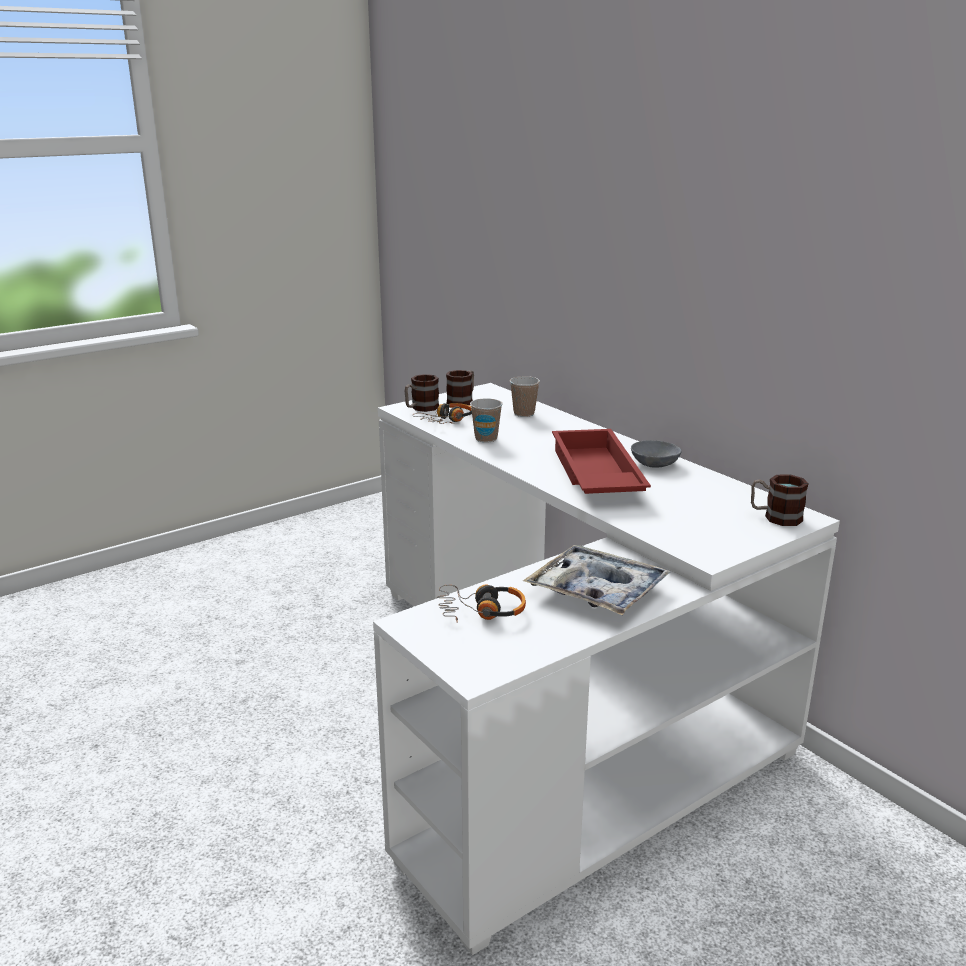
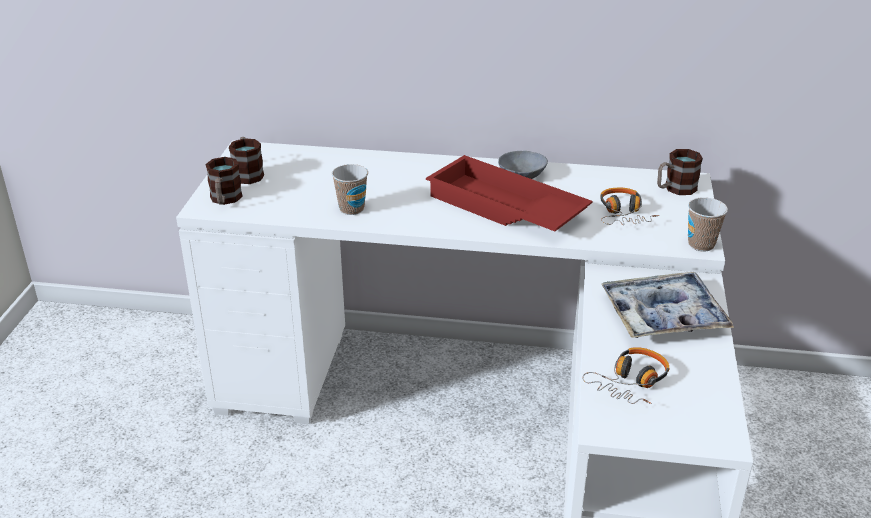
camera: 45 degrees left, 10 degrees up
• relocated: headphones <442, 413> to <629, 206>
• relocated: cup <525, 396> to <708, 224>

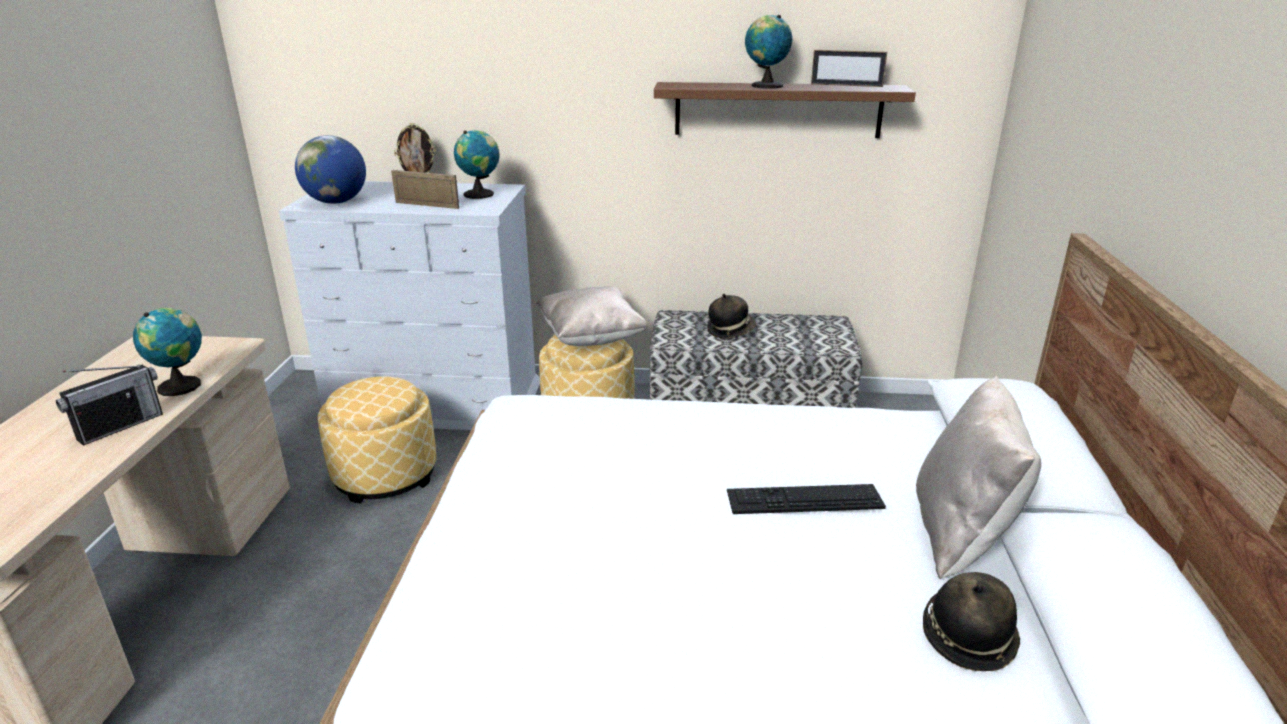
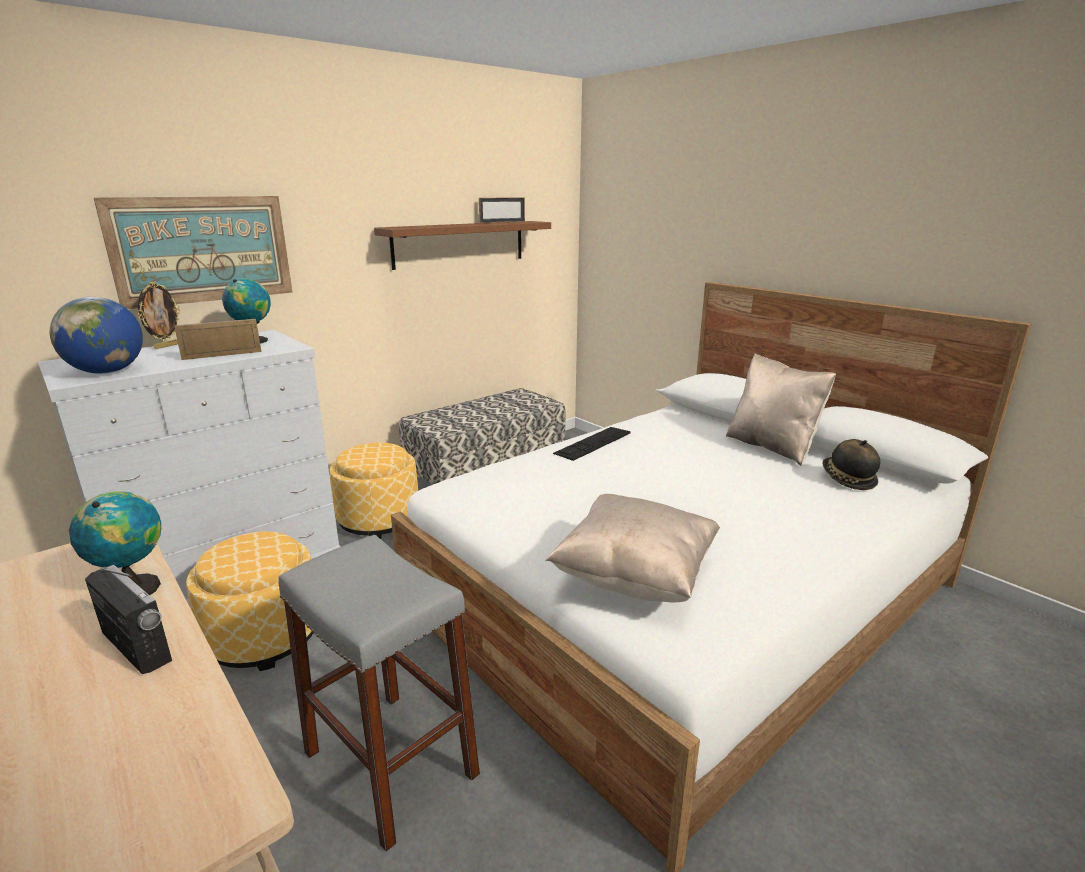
camera: 45 degrees left, 5 degrees down
• spun: radio <109, 405> = <128, 619> 45 degrees counterclockwise
• appeared: picture <193, 252>
• appeared: stool/grey <379, 693>
• relocated: pillow/beige <592, 316> to <633, 548>
• relocated: keyboard <806, 499> to <592, 444>
• missing: hat <731, 316>
• missing: globe <769, 52>

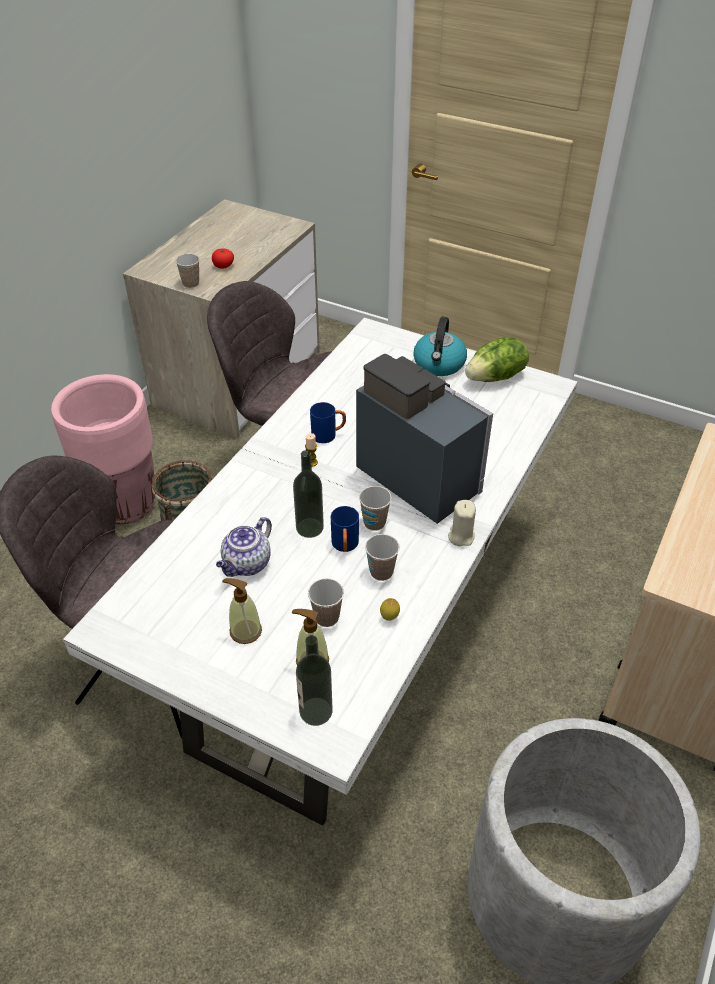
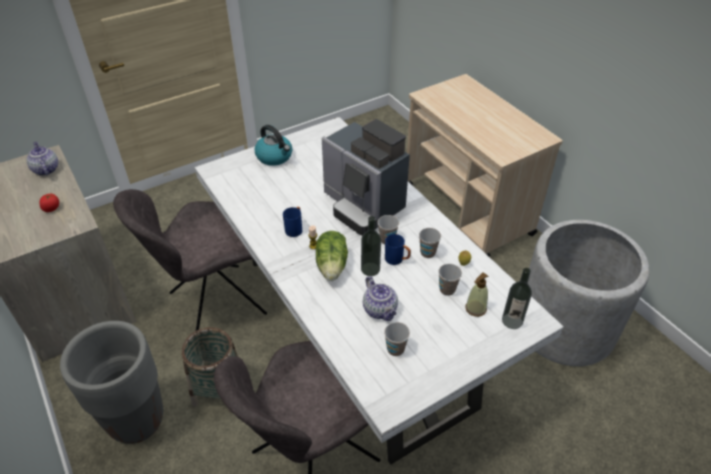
camera: 60 degrees left, 0 degrees up
• appeared: teapot <42, 159>
• colour: planter/pink <103, 449> to planter/grey <111, 382>
• relocated: lettuce <497, 359> to <332, 256>
• spun: coffee machine <424, 439> = <366, 177> 120 degrees counterclockwise
• relocated: cup <188, 271> to <397, 339>
• missing: soap dispenser <242, 611>
• missing: candle/beige <462, 523>

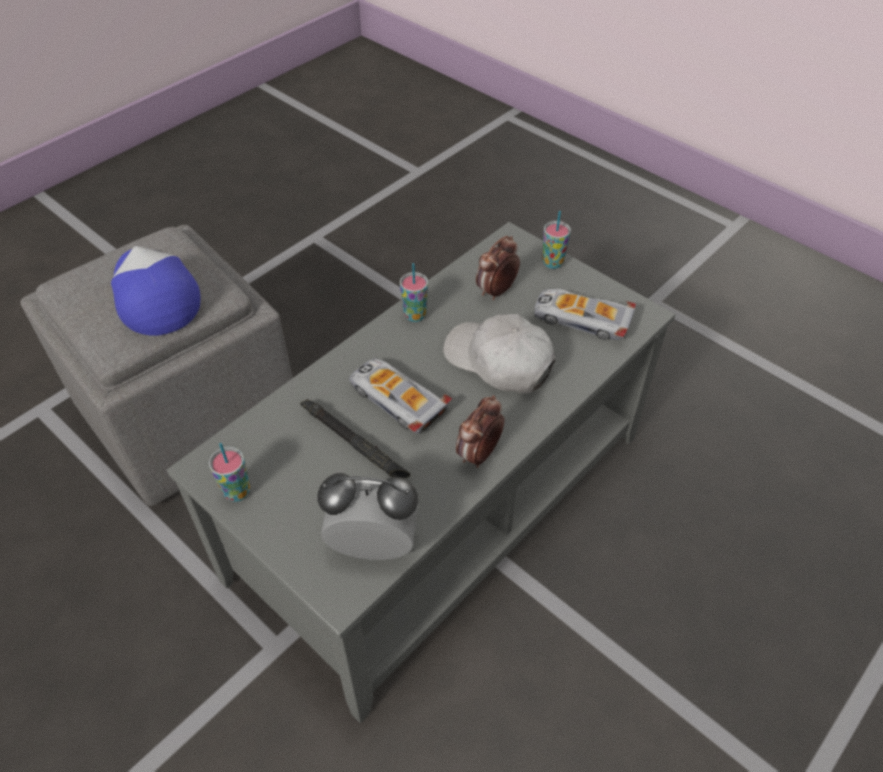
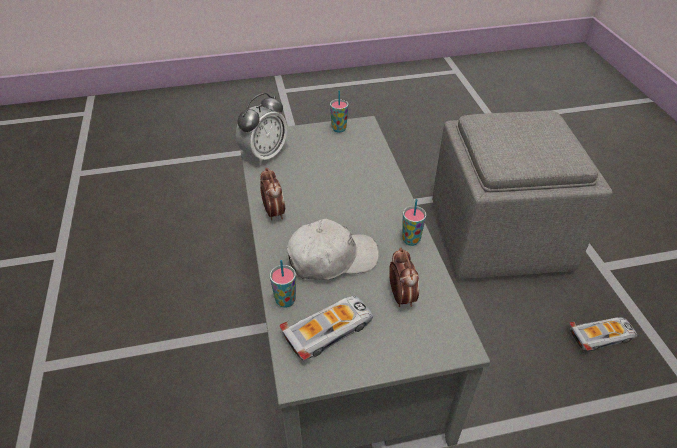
camera: 125 degrees right, 5 degrees down
• relocated: cup <556, 240> to <283, 284>
• relocated: toy car <400, 396> to <603, 334>
• missing: cap <156, 291>
• missing: flashlight/black <355, 438>

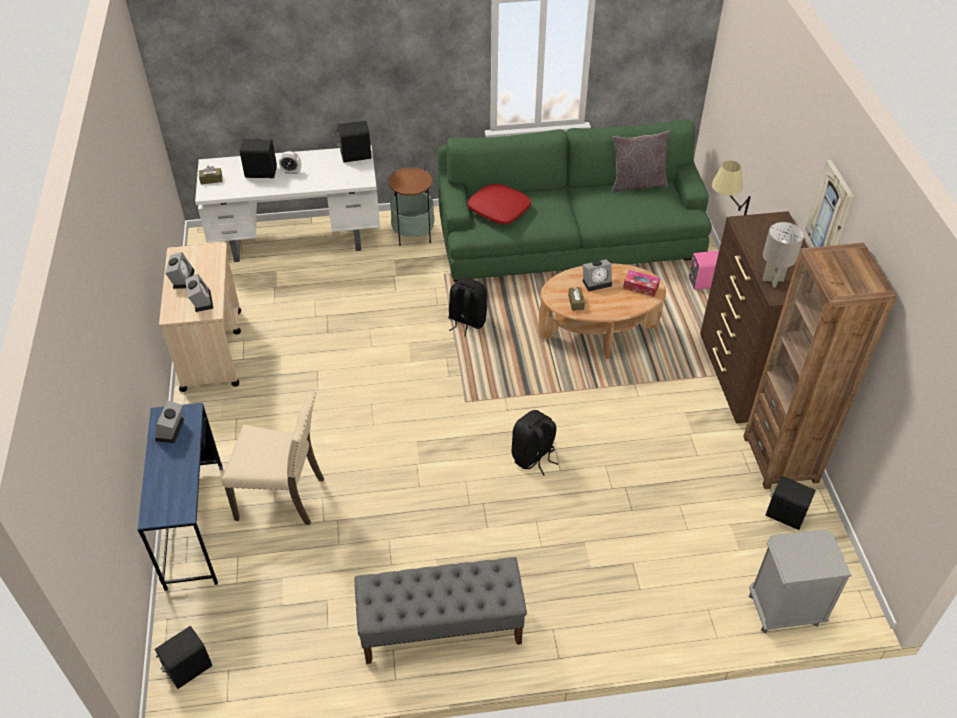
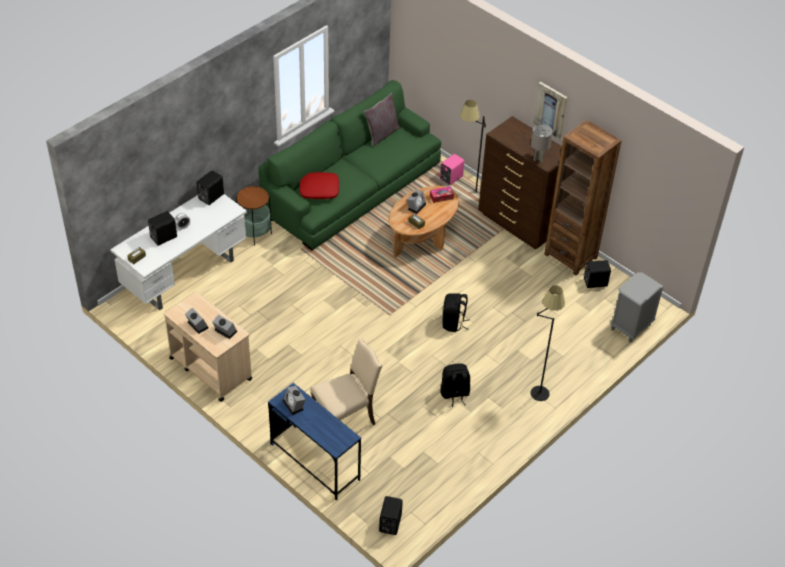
camera: 40 degrees left, 0 degrees up
• relocated: backpack/black <467, 307> to <455, 385>
• appeared: floor lamp/black <547, 343>
• missing: bench/grey <440, 610>

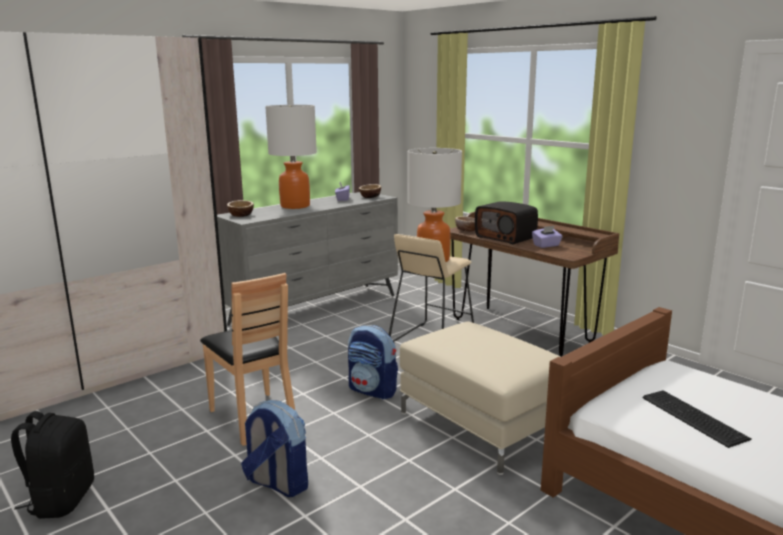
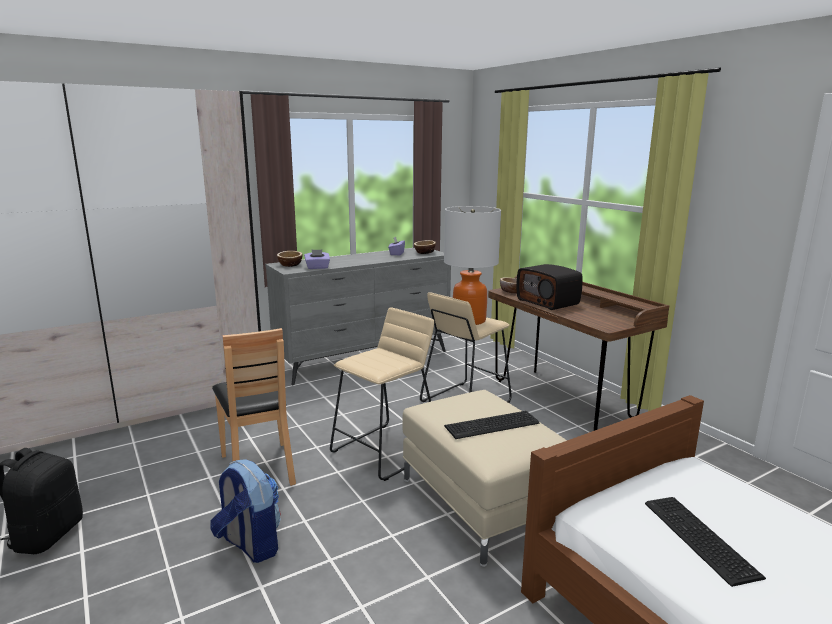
camera: 10 degrees right, 0 degrees up
• relocated: tissue box/purple <547, 237> to <317, 259>
• exchanged: backpack <373, 362> to stool/beige <382, 394>
• appeared: keyboard <491, 425>
• missing: table lamp <291, 157>

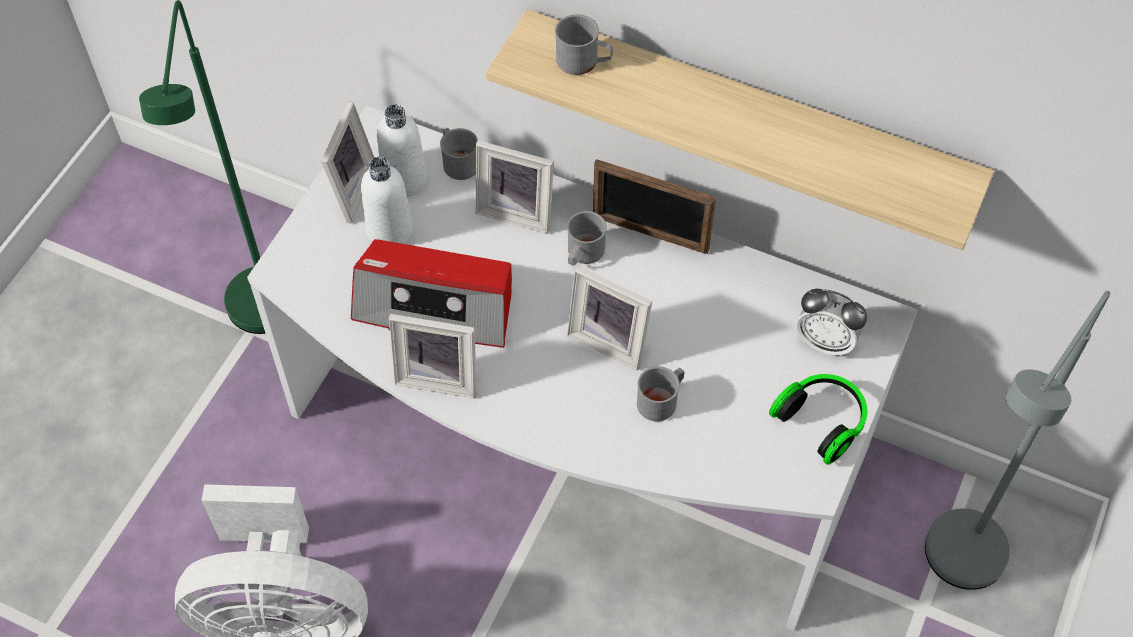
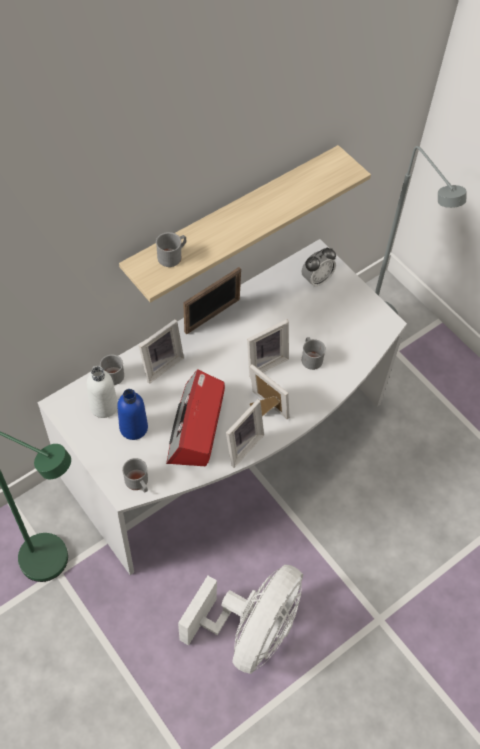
camera: 65 degrees left, 0 degrees up
• colour: bottle/white <387, 200> to bottle/blue <132, 414>
• relocated: mug/grey <587, 238> to <135, 475>
• spun: radio <431, 293> = <195, 417> 150 degrees clockwise
• relocated: picture frame <348, 162> to <269, 392>
• missing: headphones <818, 419>

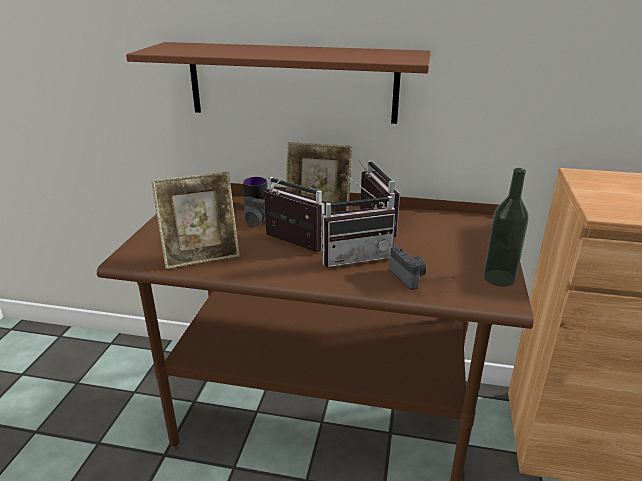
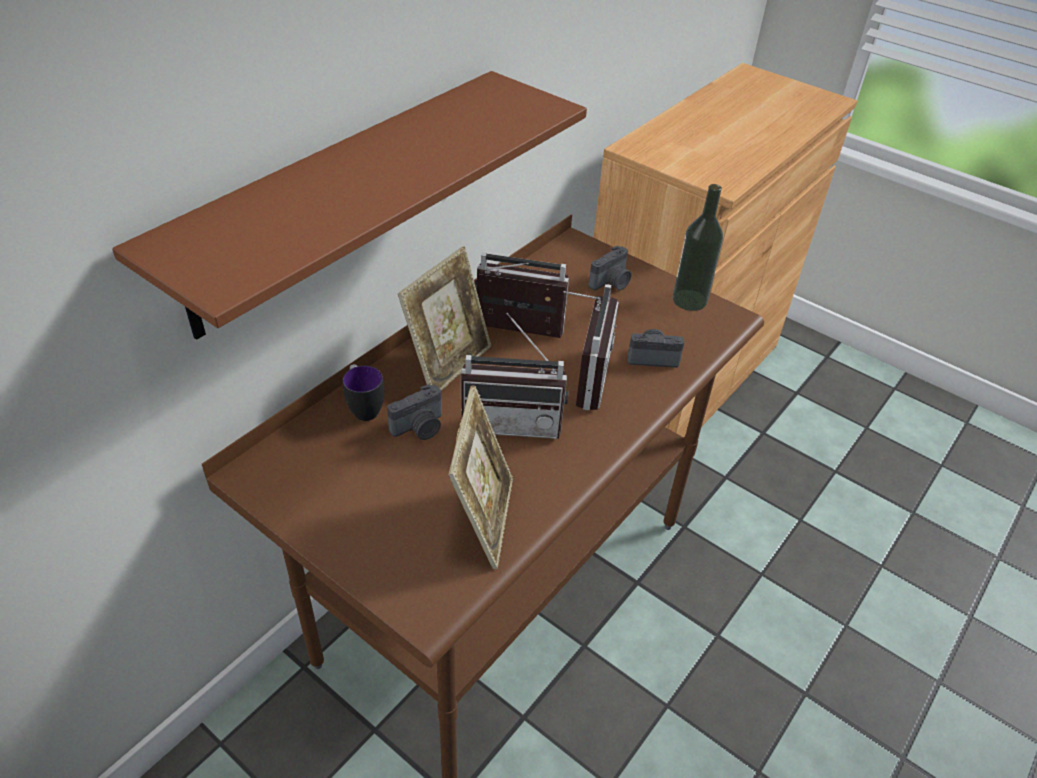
camera: 65 degrees left, 15 degrees up
• spun: radio <295, 214> = <514, 376> 150 degrees counterclockwise
• appeared: photo camera <609, 268>

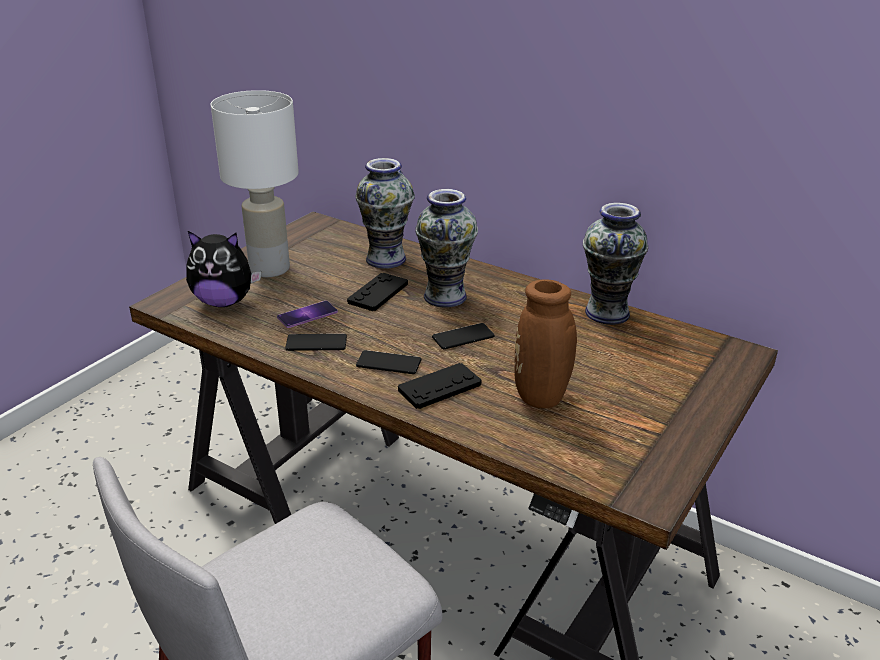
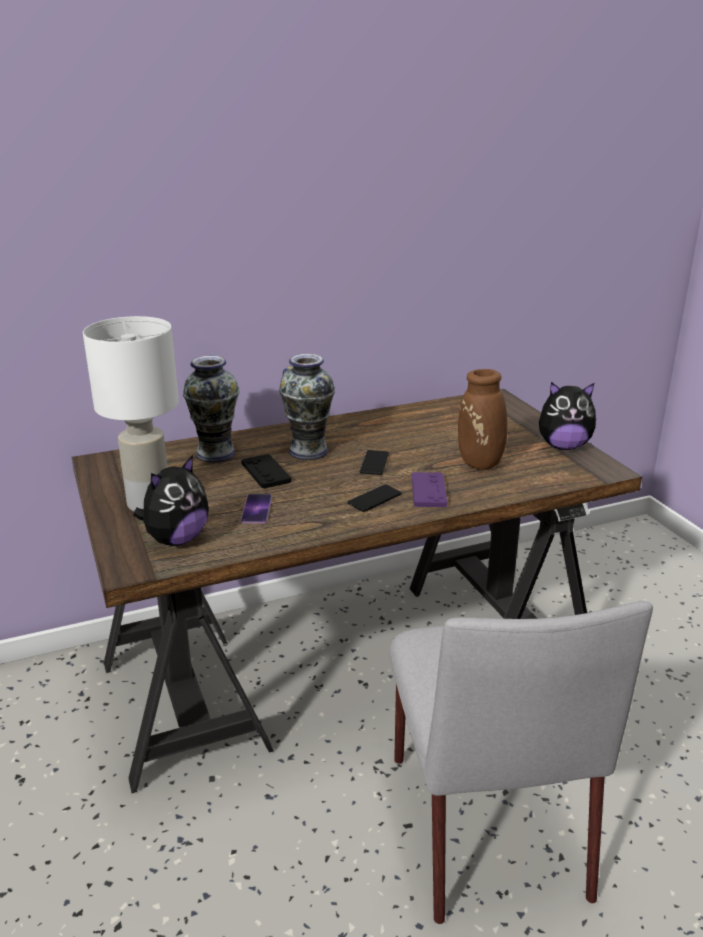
camera: 55 degrees left, 5 degrees down
• colour: game controller/black <439, 386> to game controller/purple <429, 489>
• appeared: plush toy <568, 416>
• missing: phone <316, 342>
• missing: vase <615, 264>

